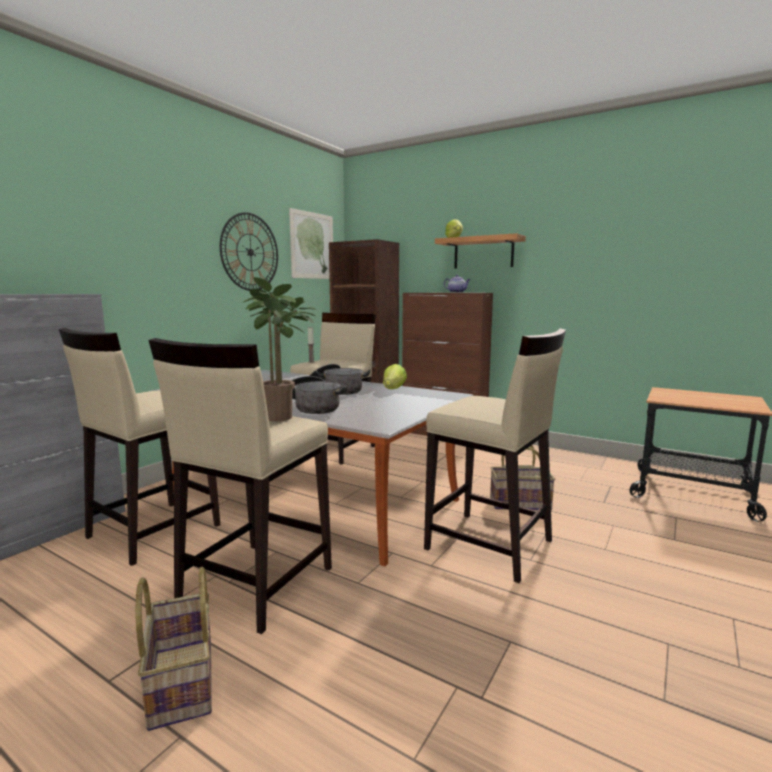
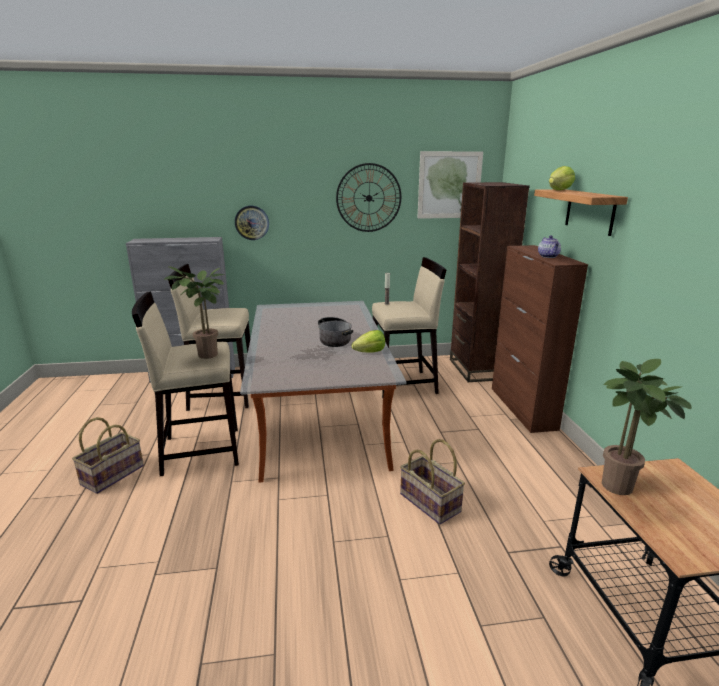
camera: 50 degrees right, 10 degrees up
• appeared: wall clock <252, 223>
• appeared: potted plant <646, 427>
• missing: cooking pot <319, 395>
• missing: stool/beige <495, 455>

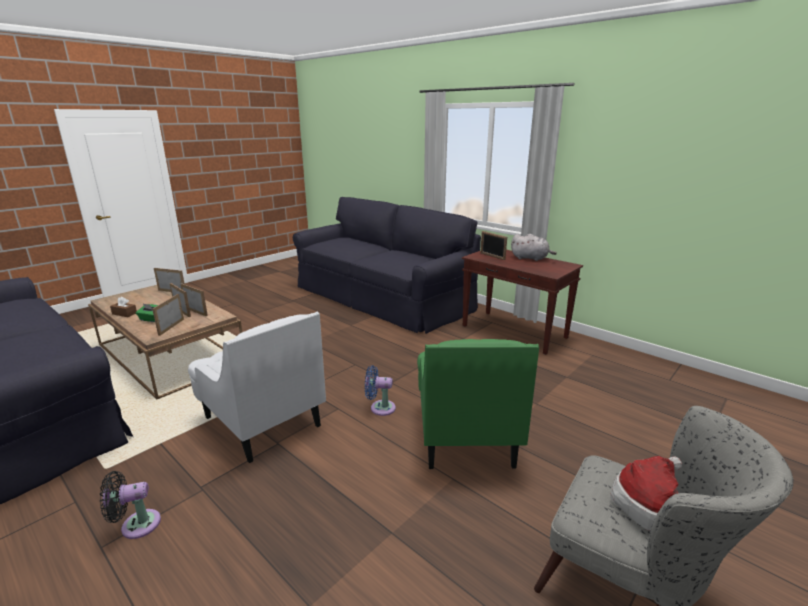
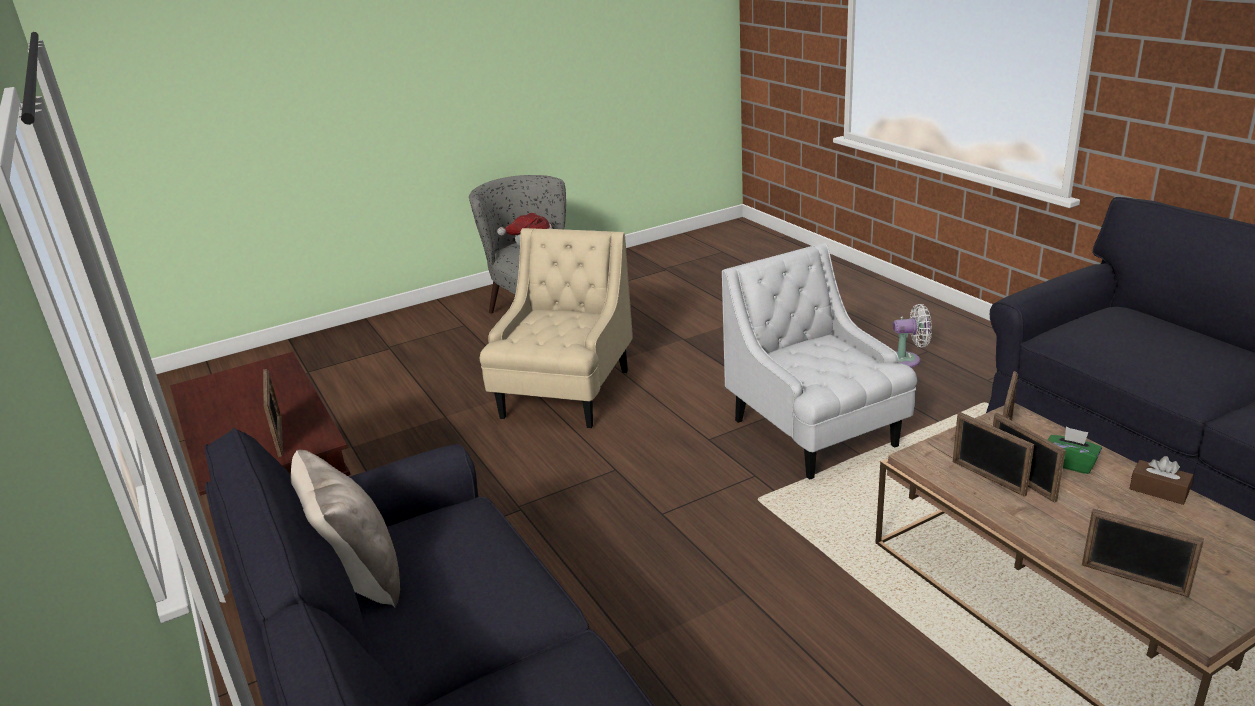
camera: 160 degrees left, 5 degrees up
• appeared: pillow/beige <345, 529>
• colour: armchair/green <478, 404> to armchair/beige <556, 328>
• colour: fan/black <130, 505> to fan/white <912, 336>
• missing: fan/blue <380, 390>
• missing: plush toy/grey <534, 247>

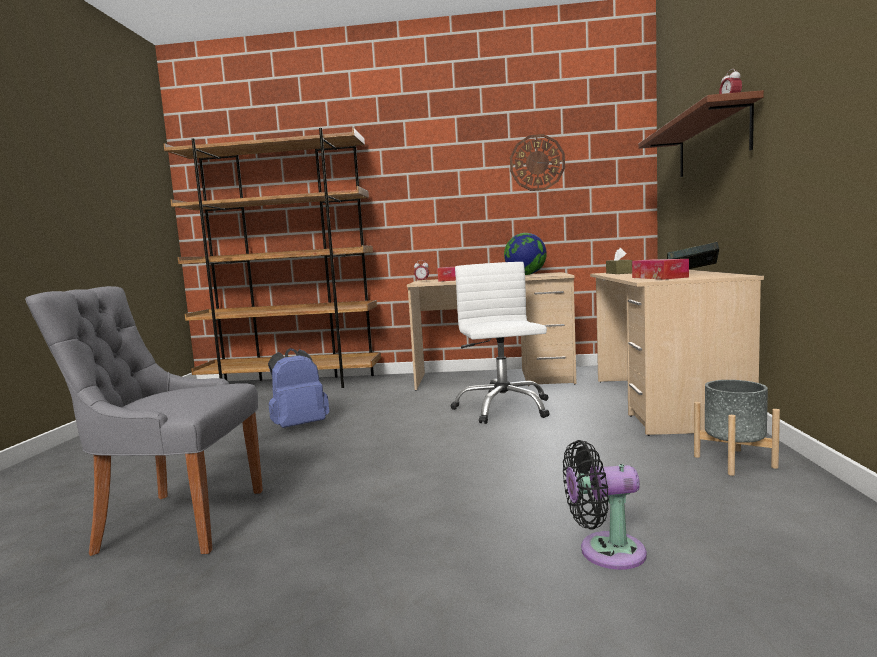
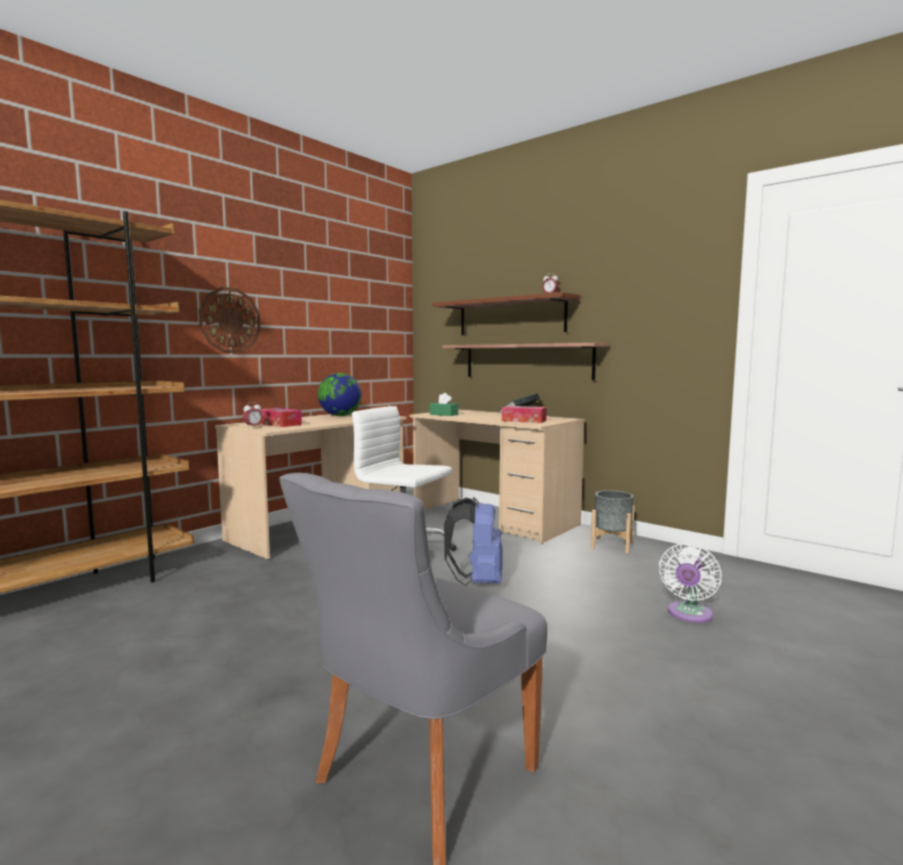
camera: 55 degrees left, 0 degrees up
• relocated: wall clock <537, 162> to <230, 320>
• colour: tissue box/brown <619, 261> to tissue box/green <444, 404>
• appeared: shelf <525, 361>
• relocated: backpack/blue <298, 388> to <473, 541>
• colour: fan/black <605, 505> to fan/white <690, 583>

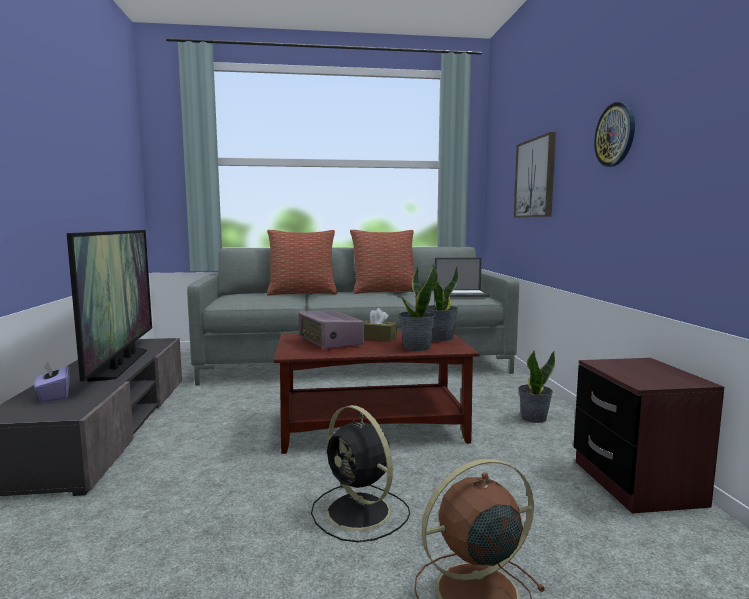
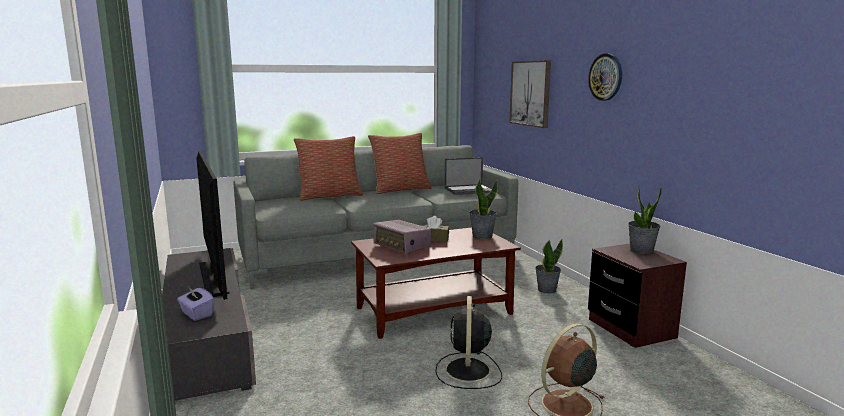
camera: 15 degrees left, 5 degrees up
• spun: fan/black <360, 473> = <468, 342> 60 degrees clockwise
• relocated: potted plant <418, 308> to <645, 219>

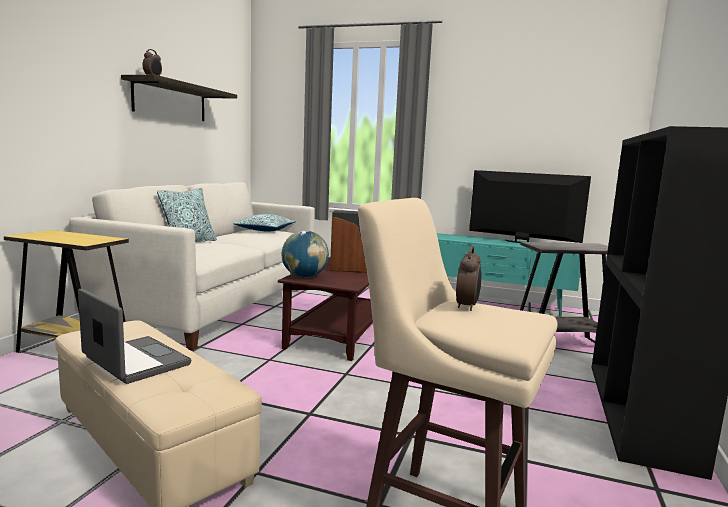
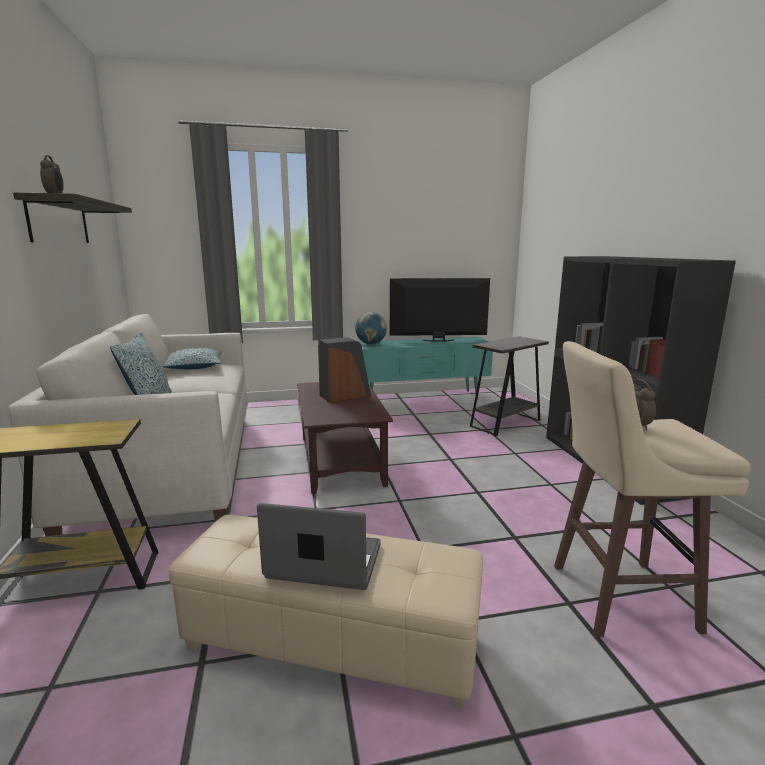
camera: 30 degrees left, 5 degrees up
• relocated: globe <305, 254> to <371, 328>

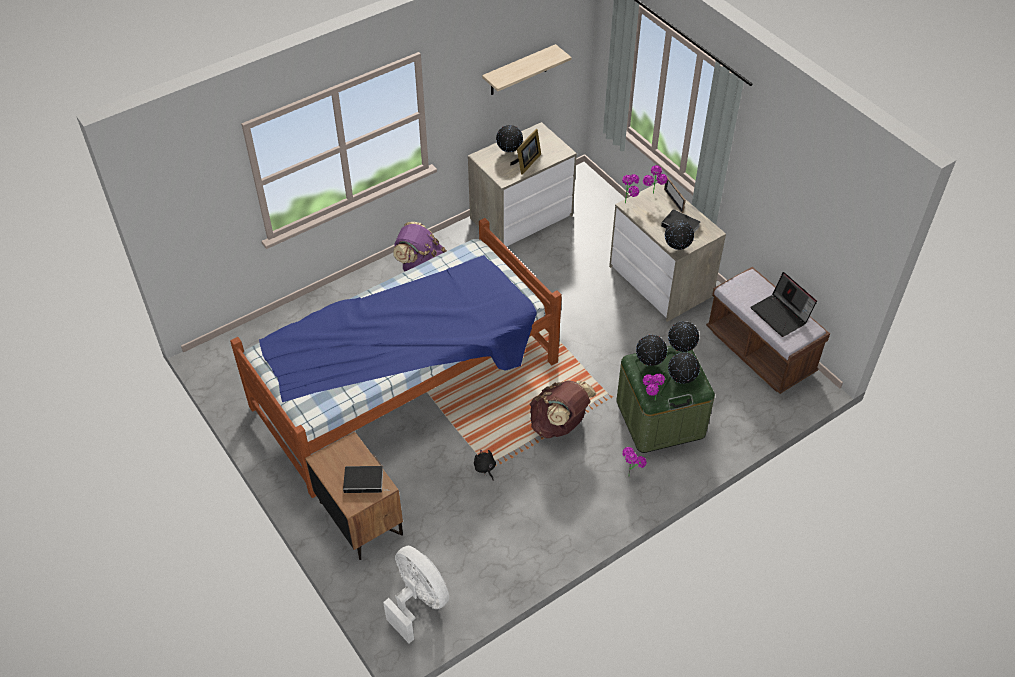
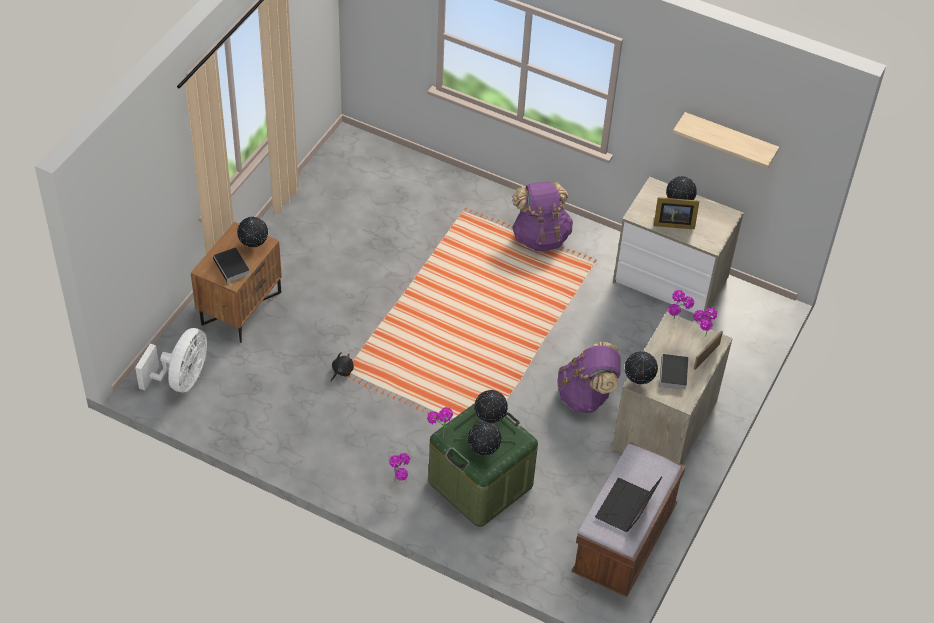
camera: 60 degrees right, 0 degrees up
• relocated: globe <683, 336> to <252, 232>
• appeared: backpack/purple <589, 377>
• missing: bed <396, 358>
• missing: backpack/brown <563, 409>

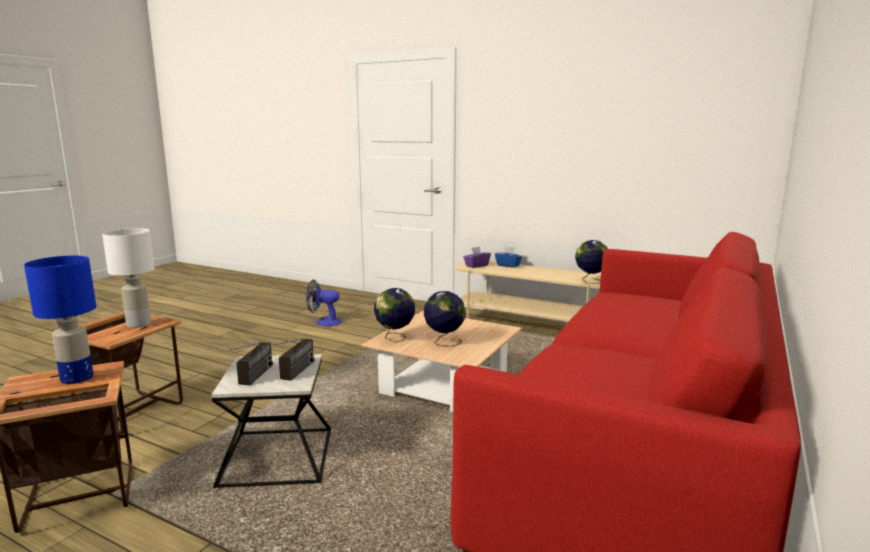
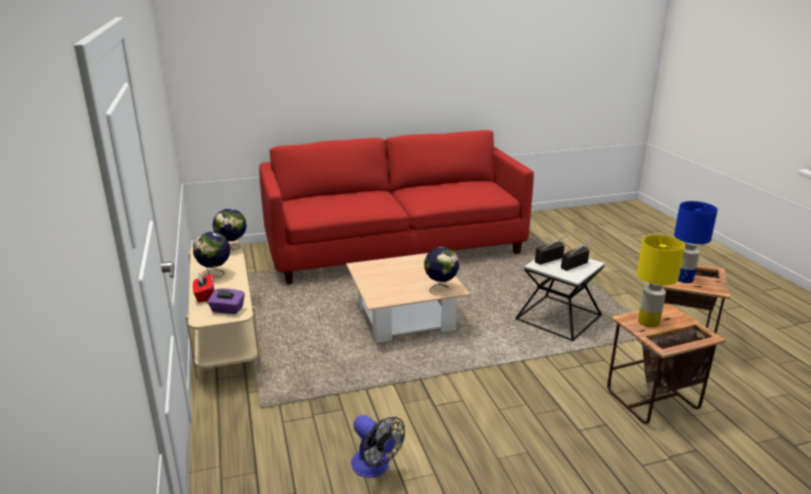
camera: 135 degrees left, 10 degrees up
• relocated: globe <445, 318> to <211, 254>
• colour: tissue box/blue <508, 257> to tissue box/red <203, 287>
• colour: table lamp/white <128, 278> to table lamp/yellow <661, 281>

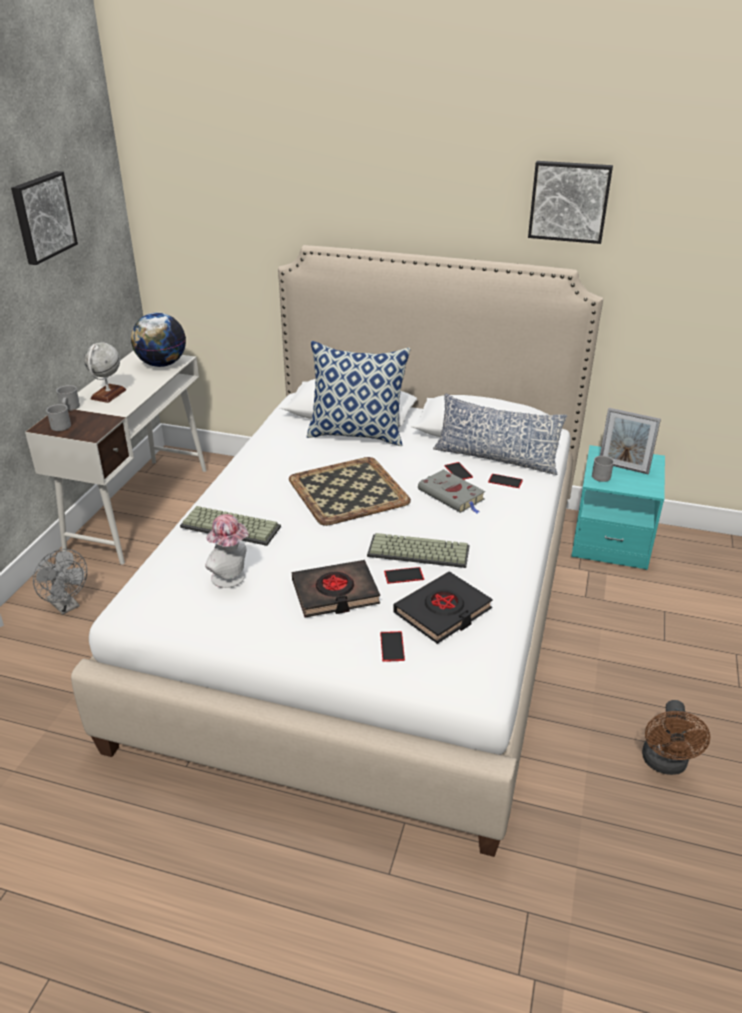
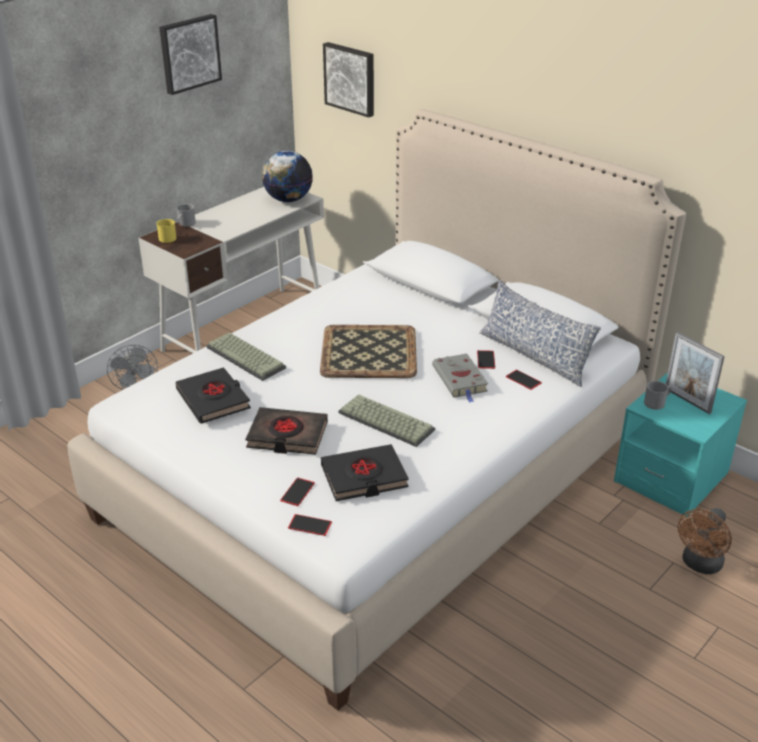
camera: 25 degrees right, 0 degrees up
• colour: mug/grey <58, 417> to mug/yellow <166, 231>
• exchanged: hat <227, 551> to book/black <213, 395>
• relocated: phone <404, 575> to <310, 525>
• relocated: picture <570, 202> to <348, 79>
• relocated: fan/brown <676, 737> to <705, 541>
• missing: globe <105, 372>
• missing: pillow <358, 393>

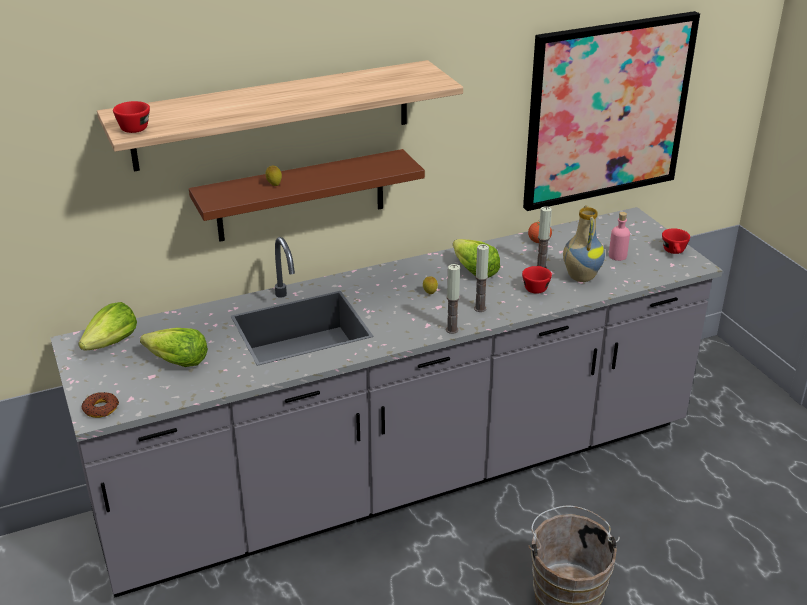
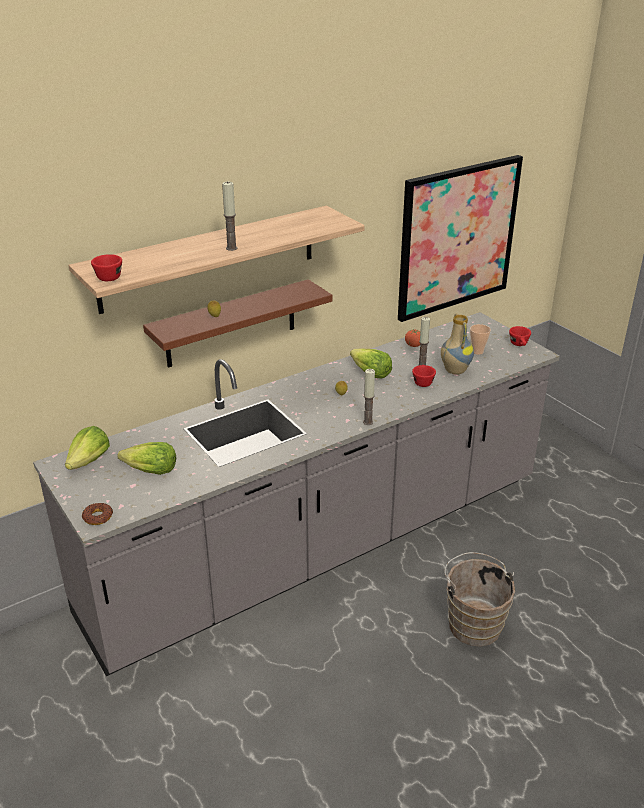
camera: 10 degrees left, 0 degrees up
• relocated: candle <481, 278> to <230, 216>
• exchanged: bottle/pink <619, 236> to cup <480, 339>

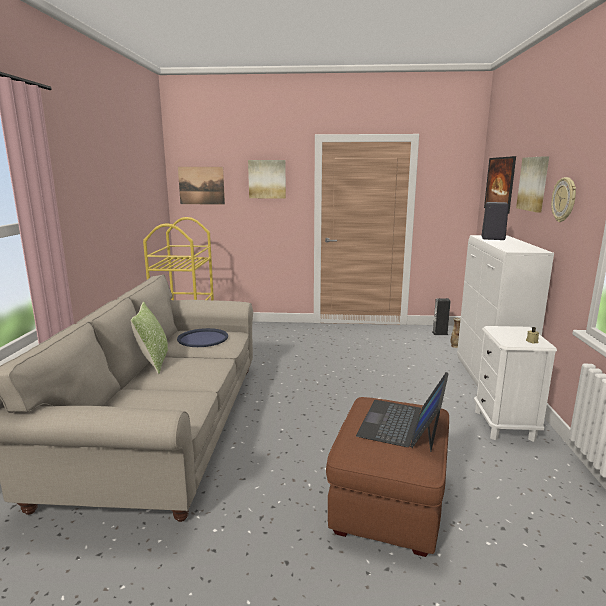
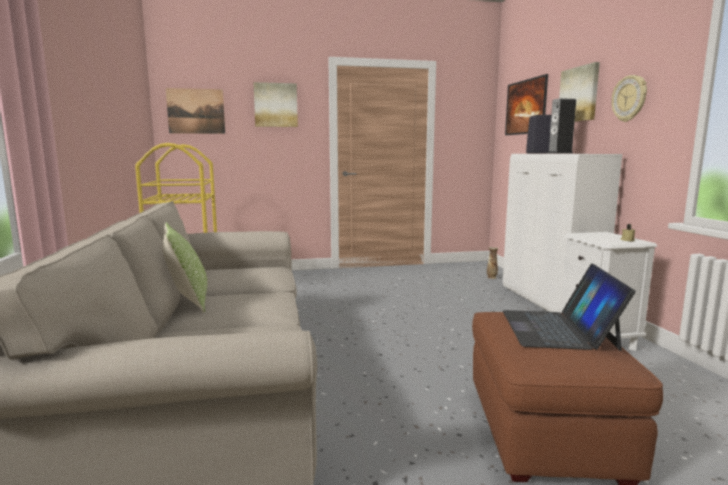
camera: 15 degrees left, 5 degrees down
• relocated: speaker <441, 316> to <561, 126>
• missing: tray/blue <202, 337>

